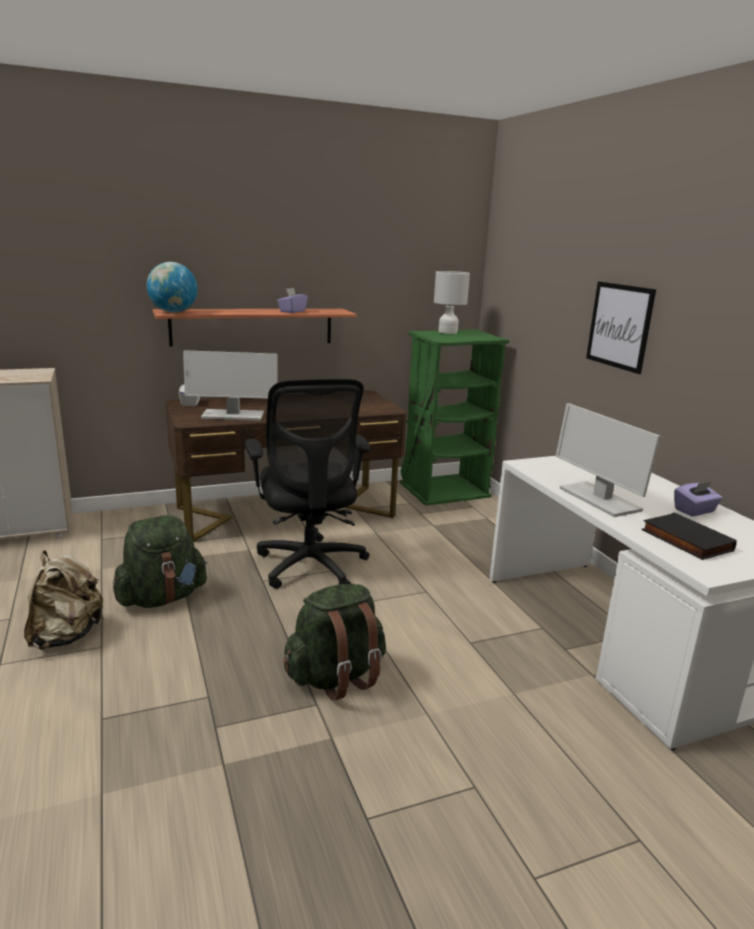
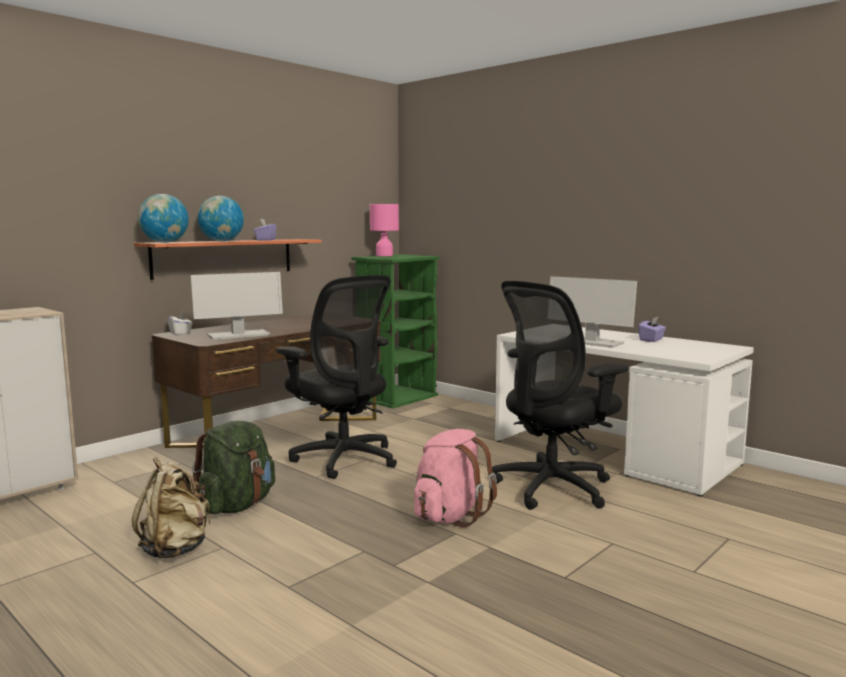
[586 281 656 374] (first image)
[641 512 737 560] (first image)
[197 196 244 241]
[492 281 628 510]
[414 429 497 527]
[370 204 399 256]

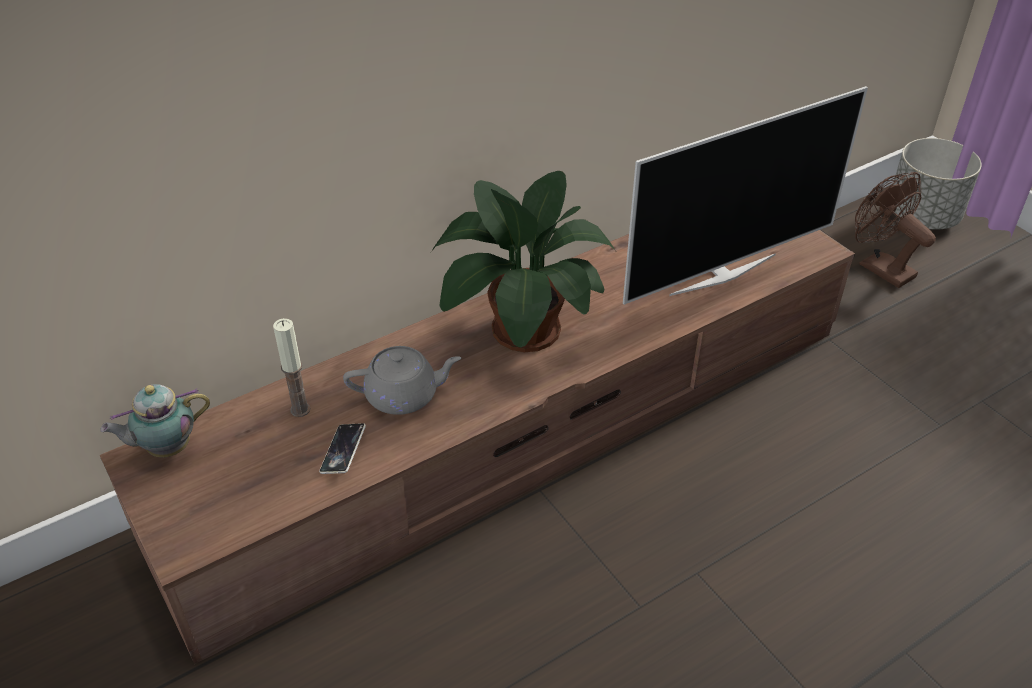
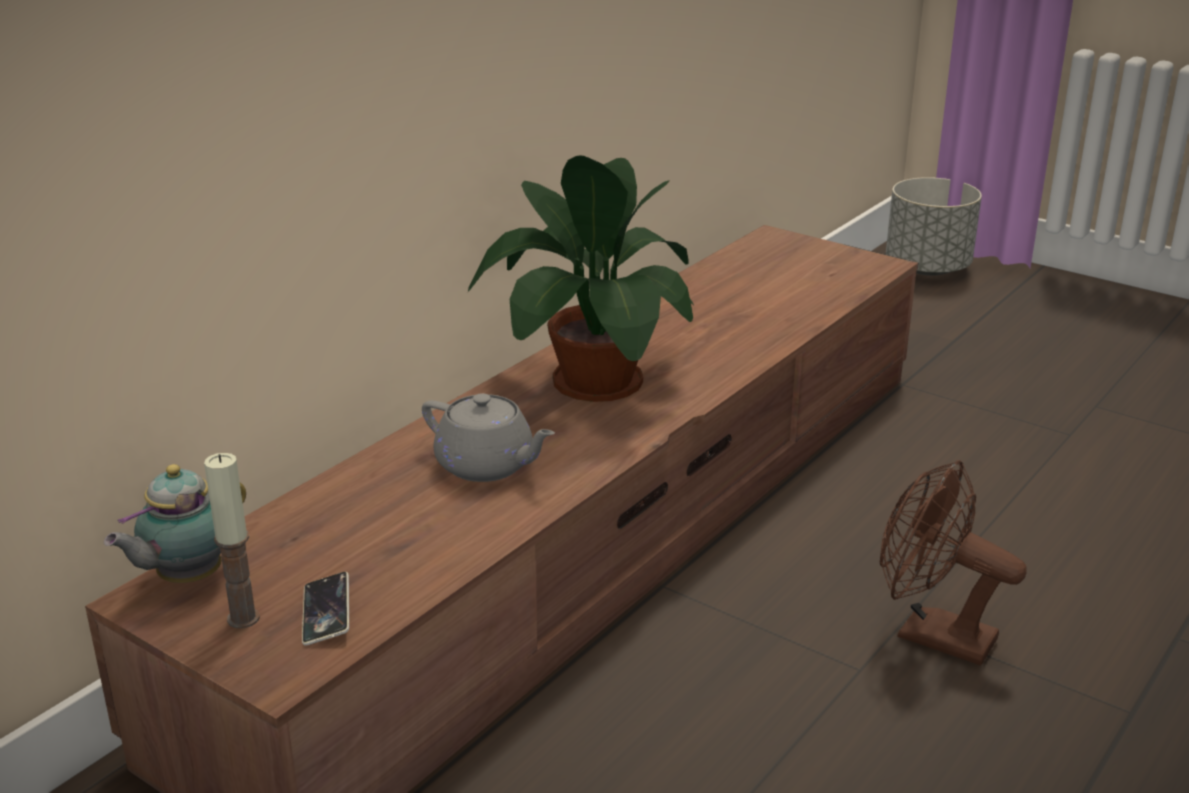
[623 86 868 305] (first image)
[204 453 260 628]
[302 572 349 646]
[880 460 1027 665]
[422 393 555 482]

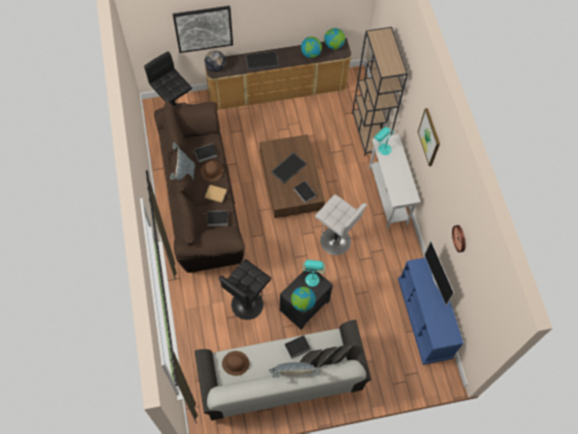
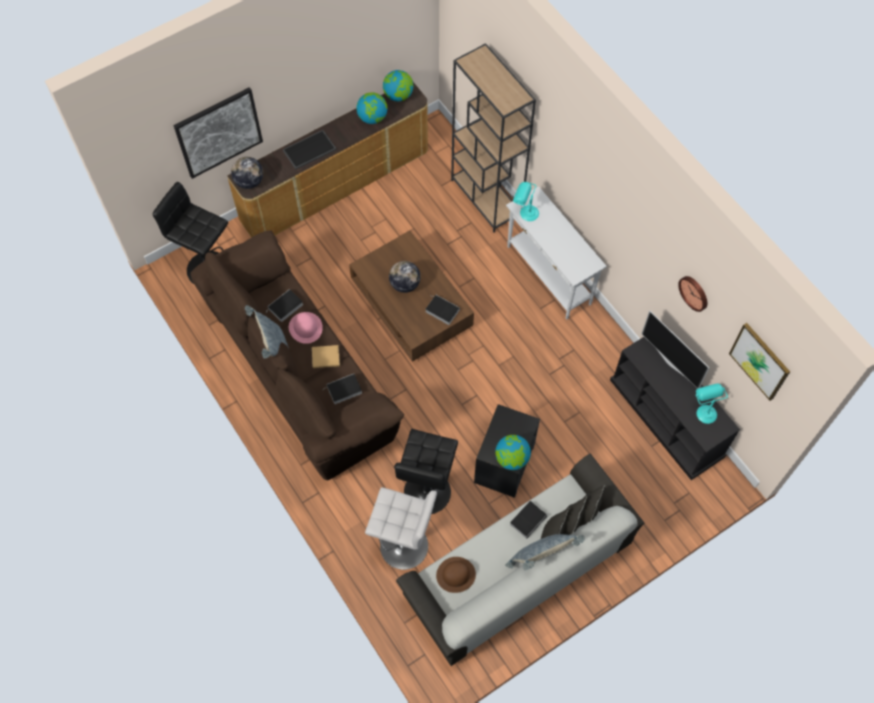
[695 384 728 424]
[365 487 437 570]
[729 323 790 401]
[389 261 421 293]
[289 312 323 344]
[610 337 740 480]

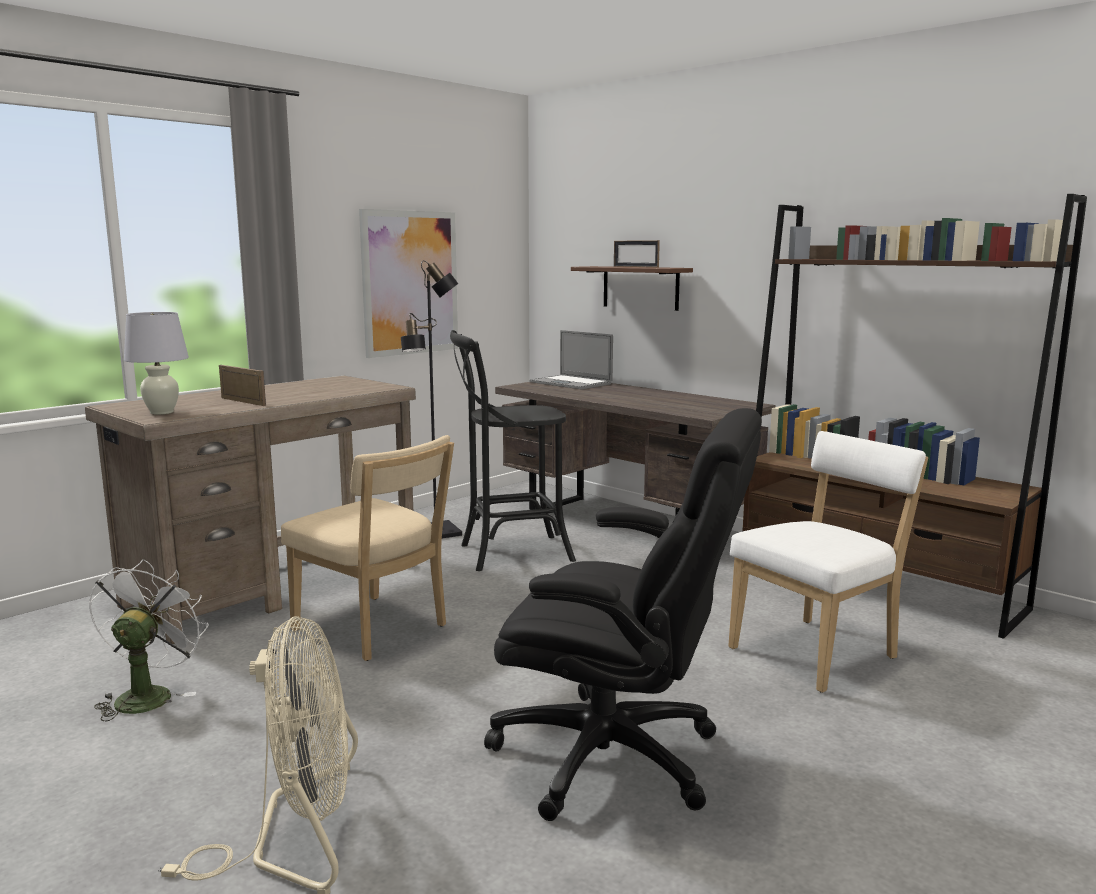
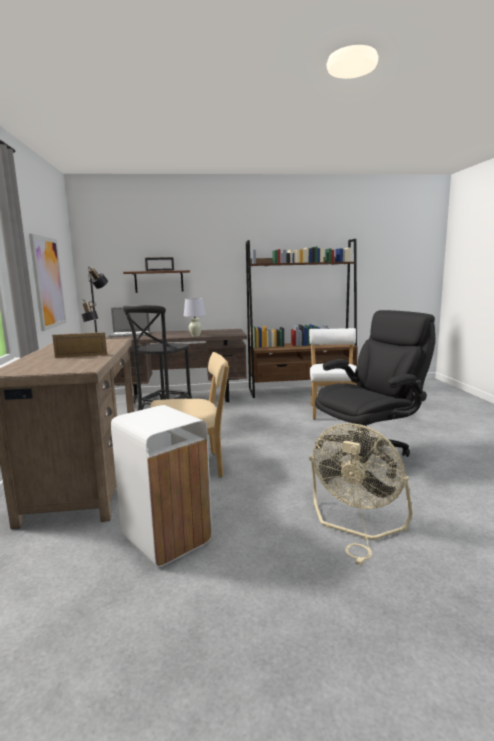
[184 298 206 337]
[111 405 212 567]

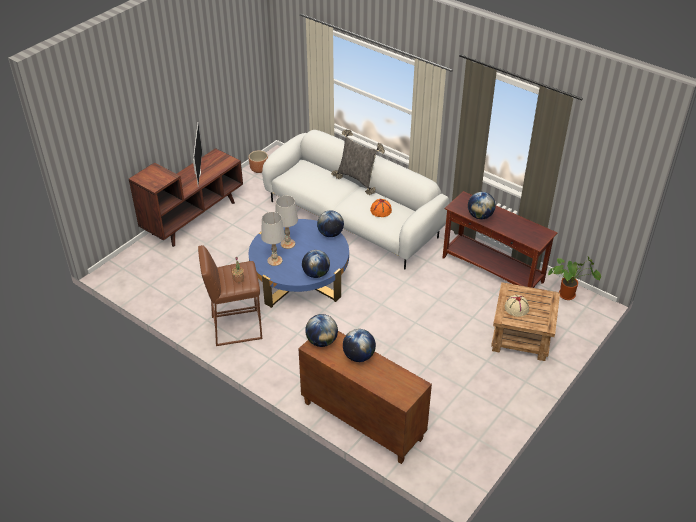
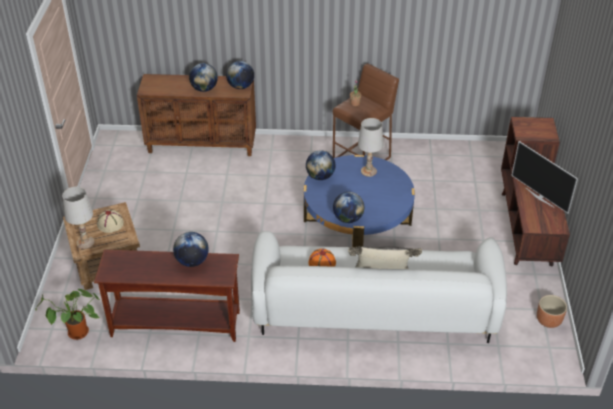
[62 187 94 249]

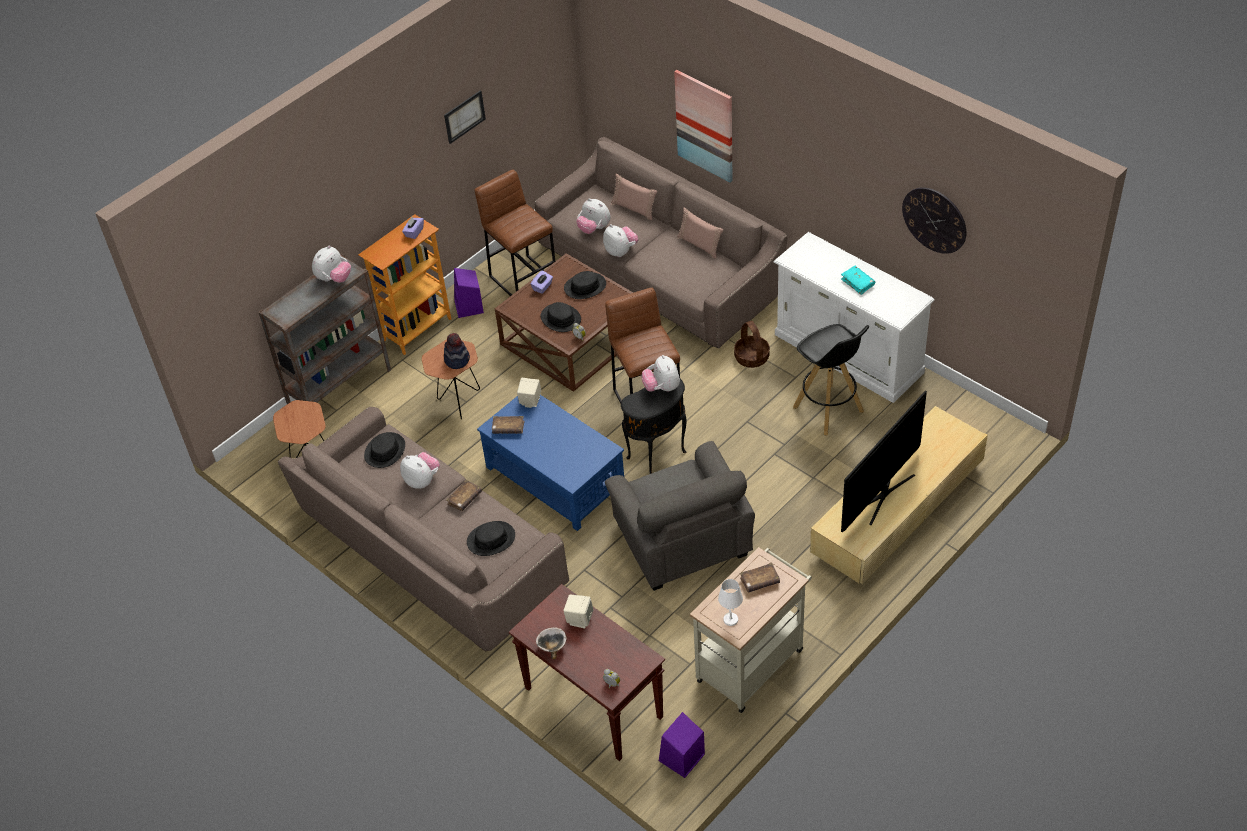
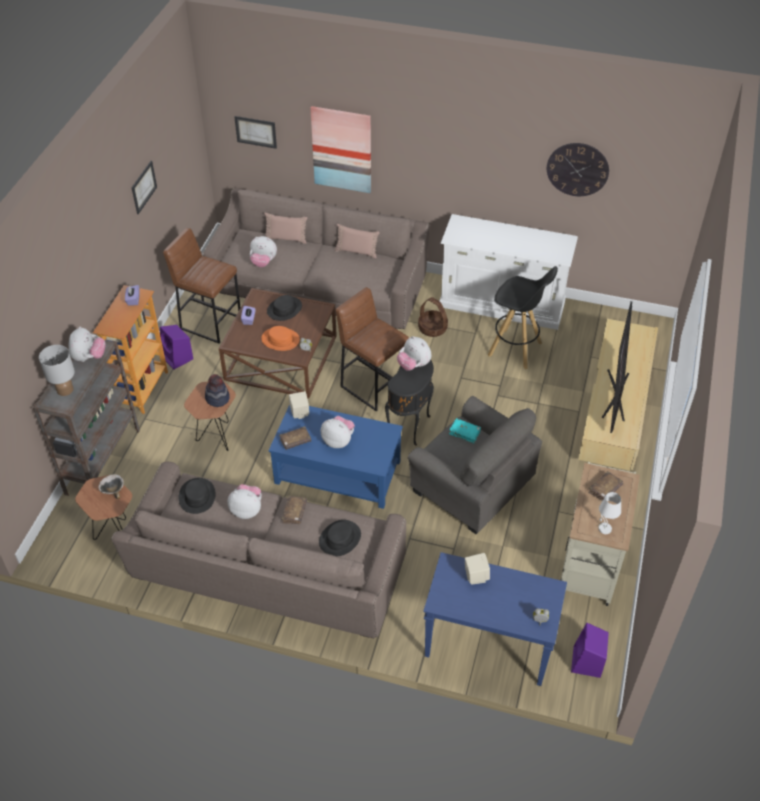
[39 345 75 396]
[234 116 277 149]
[98 474 124 499]
[321 416 355 448]
[449 418 481 444]
[423 552 567 686]
[261 326 300 351]

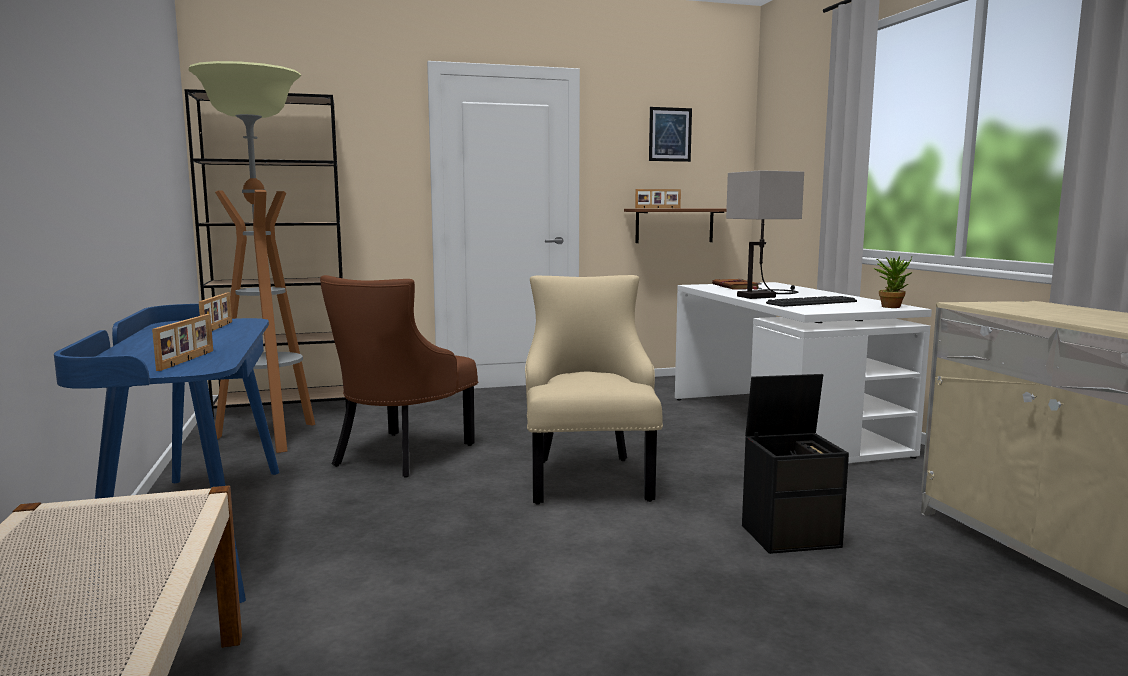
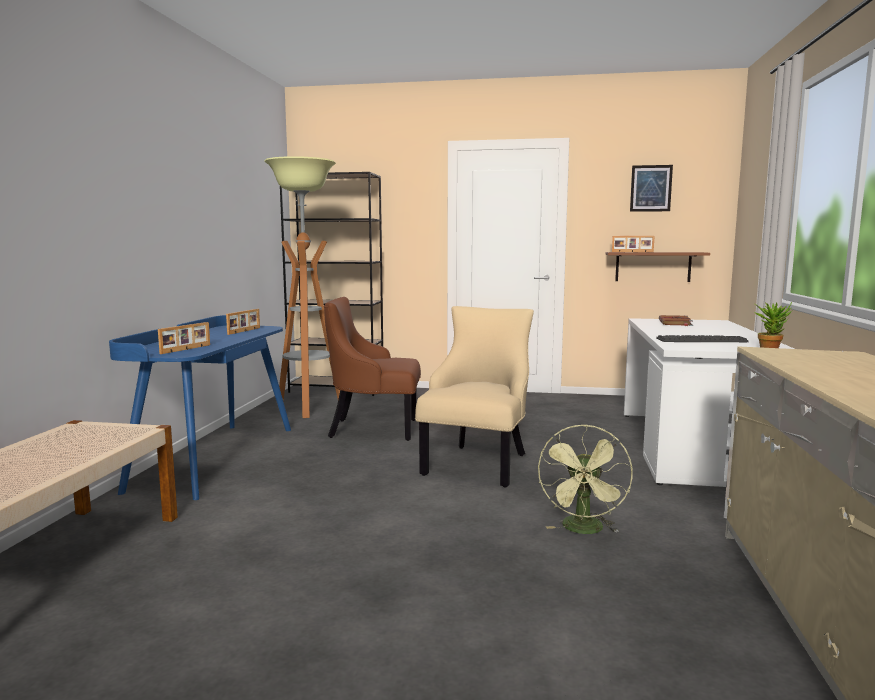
[726 170 804 299] (first image)
[538 424 633 534]
[324 297 421 441]

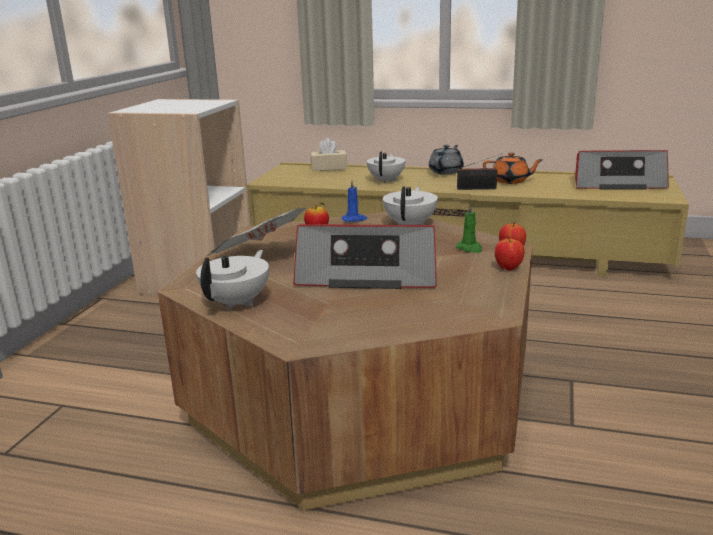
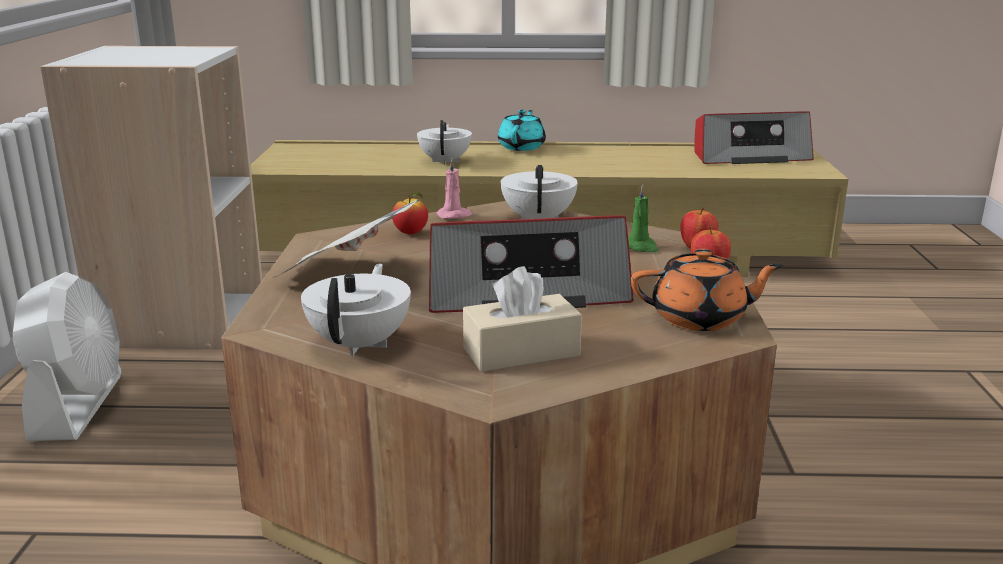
[457 154 501 190] (first image)
[13 272 121 441]
[463 266 582 372]
[631 249 783 331]
[436 158 472 219]
[498 110 546 151]

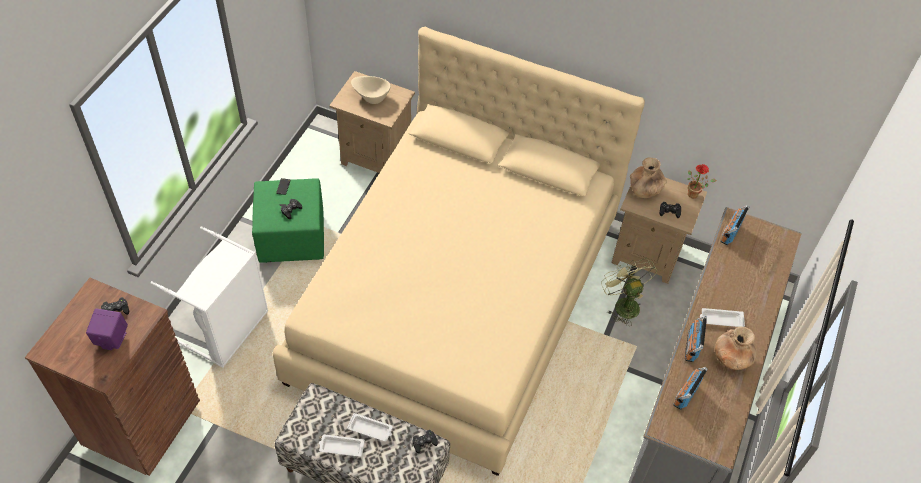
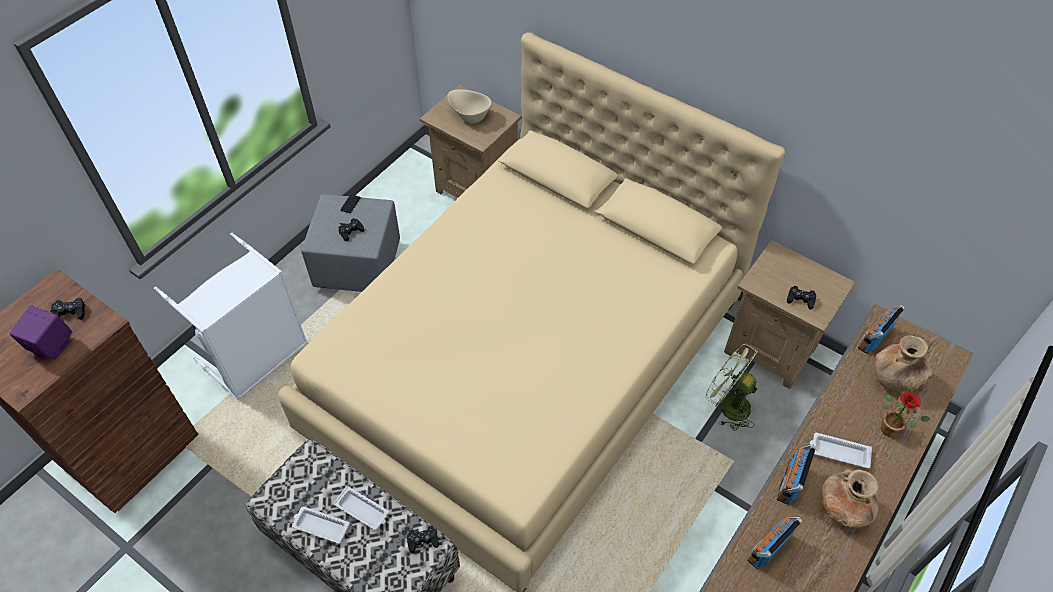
[875 335 932 392]
[881 392 931 436]
[301 194 400 292]
[706 344 759 431]

